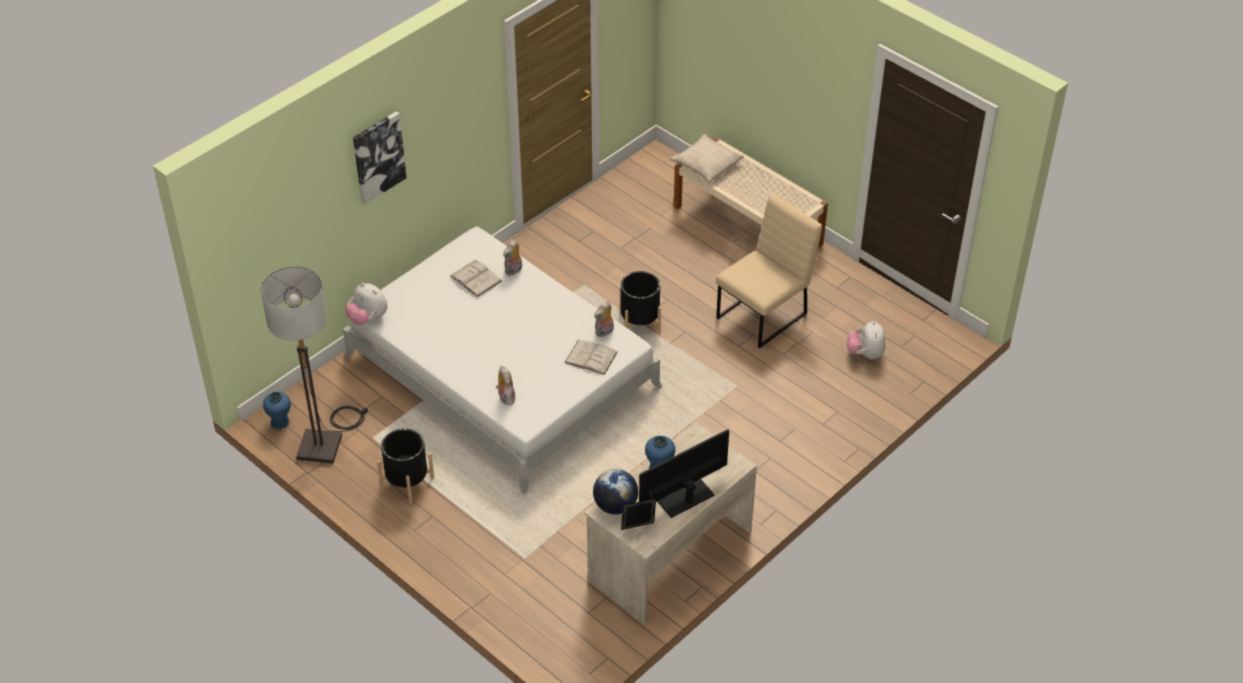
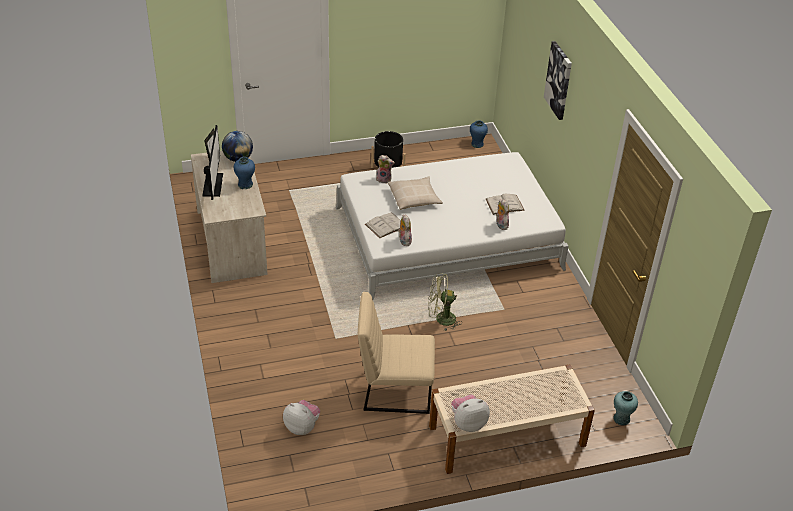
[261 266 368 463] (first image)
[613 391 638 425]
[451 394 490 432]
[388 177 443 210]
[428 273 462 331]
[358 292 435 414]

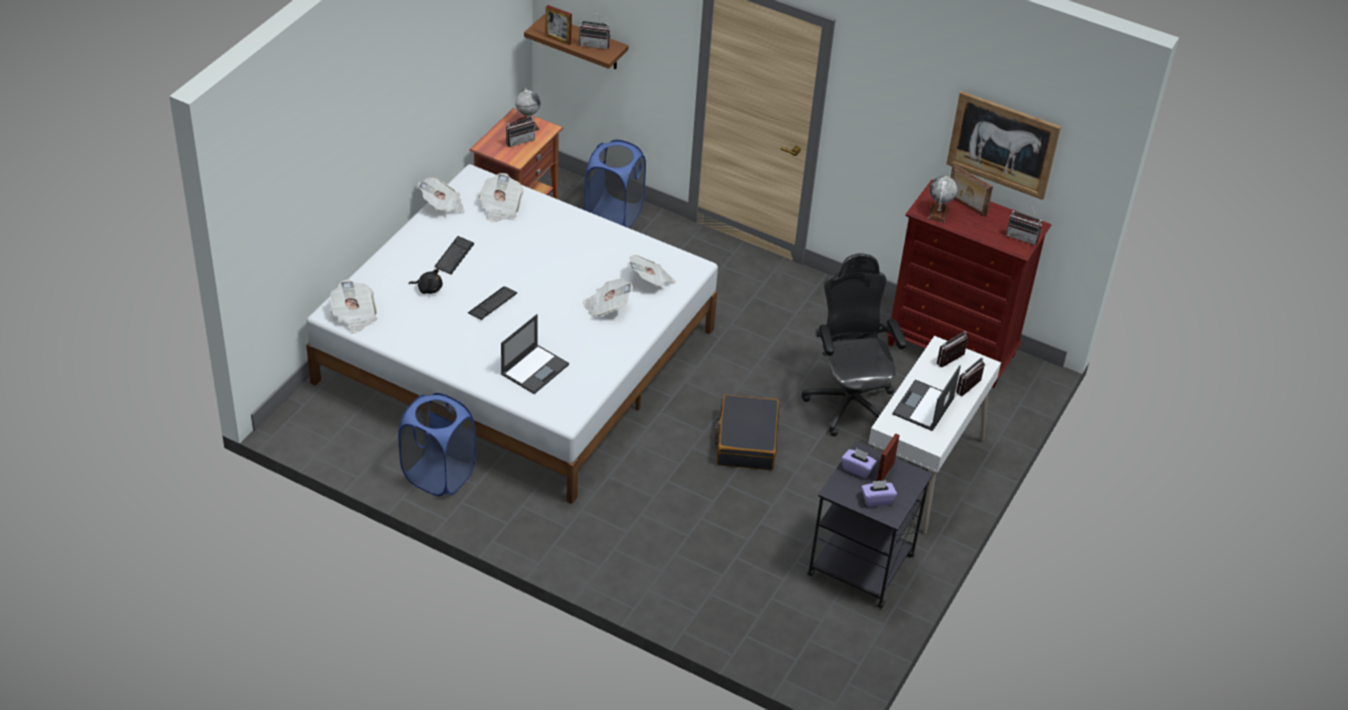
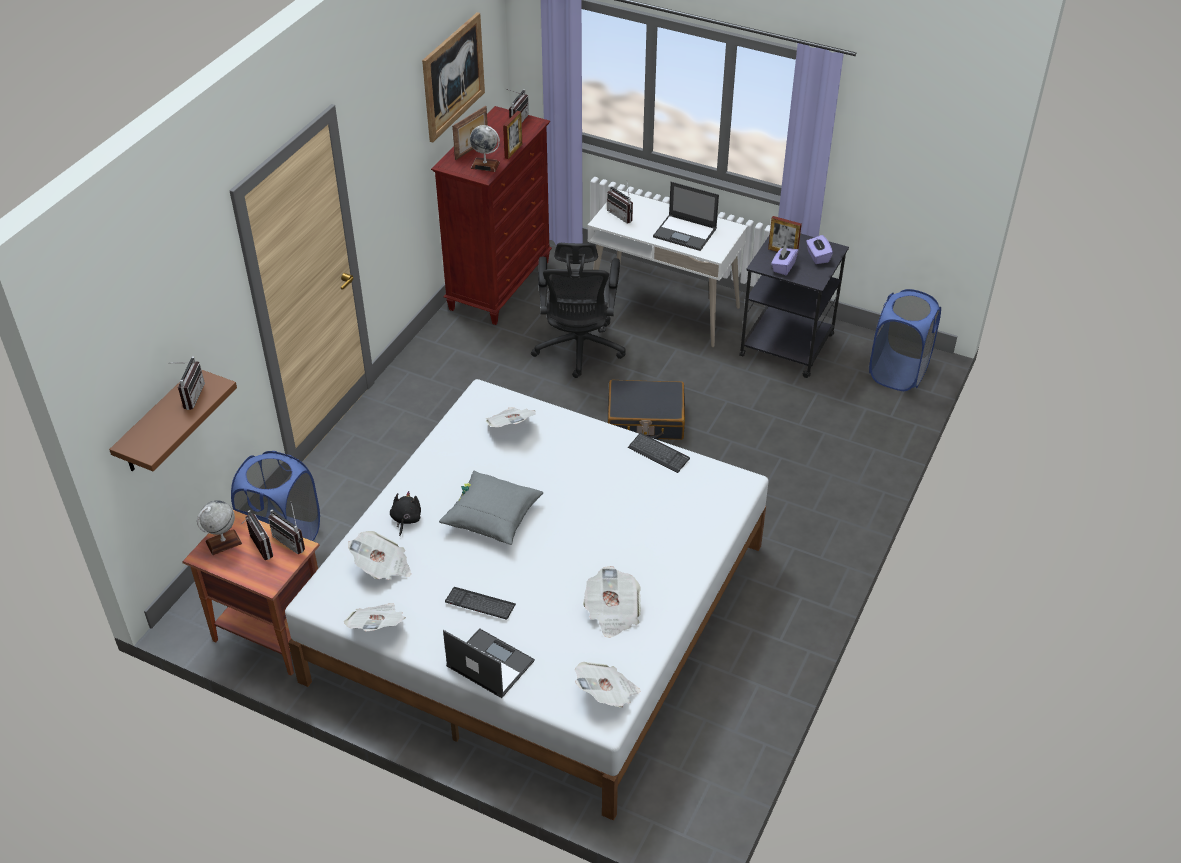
[439 470 543 545]
[869 289 941 391]
[390 491 421 536]
[628 433 690 473]
[443 628 535 698]
[503 111 522 159]
[583 566 641 638]
[268 503 305 554]
[531 243 626 378]

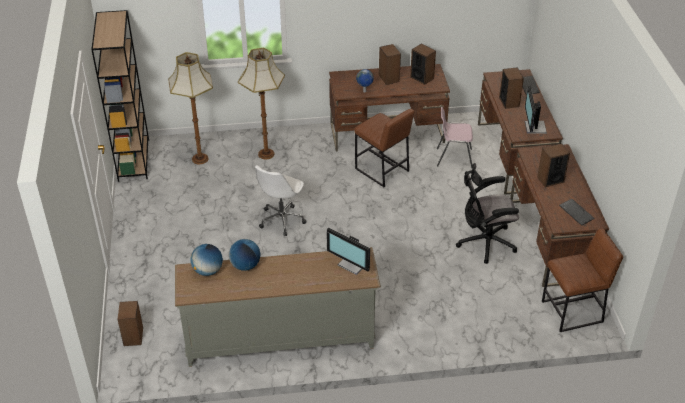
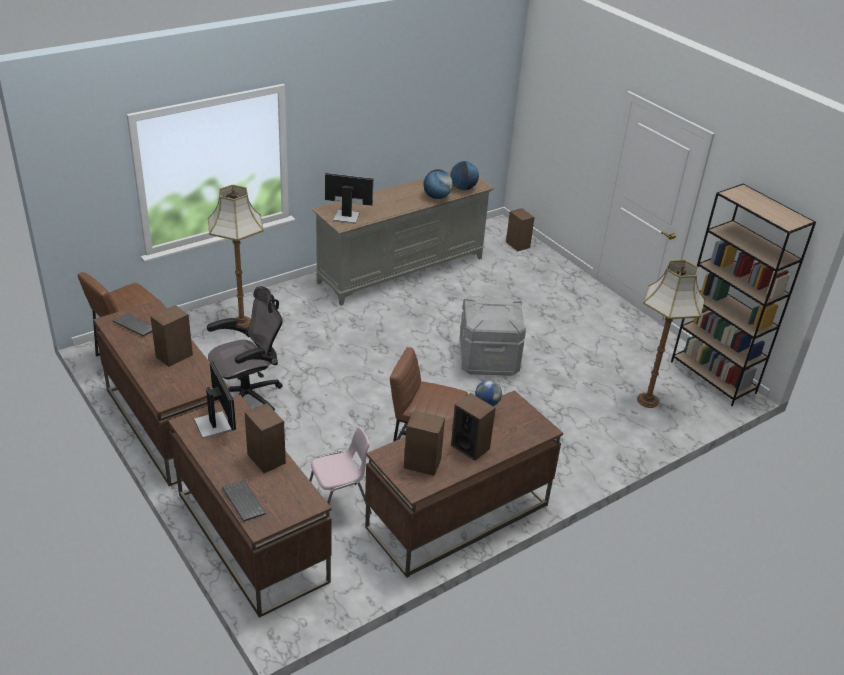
[208 185 264 328]
[459 296 526 376]

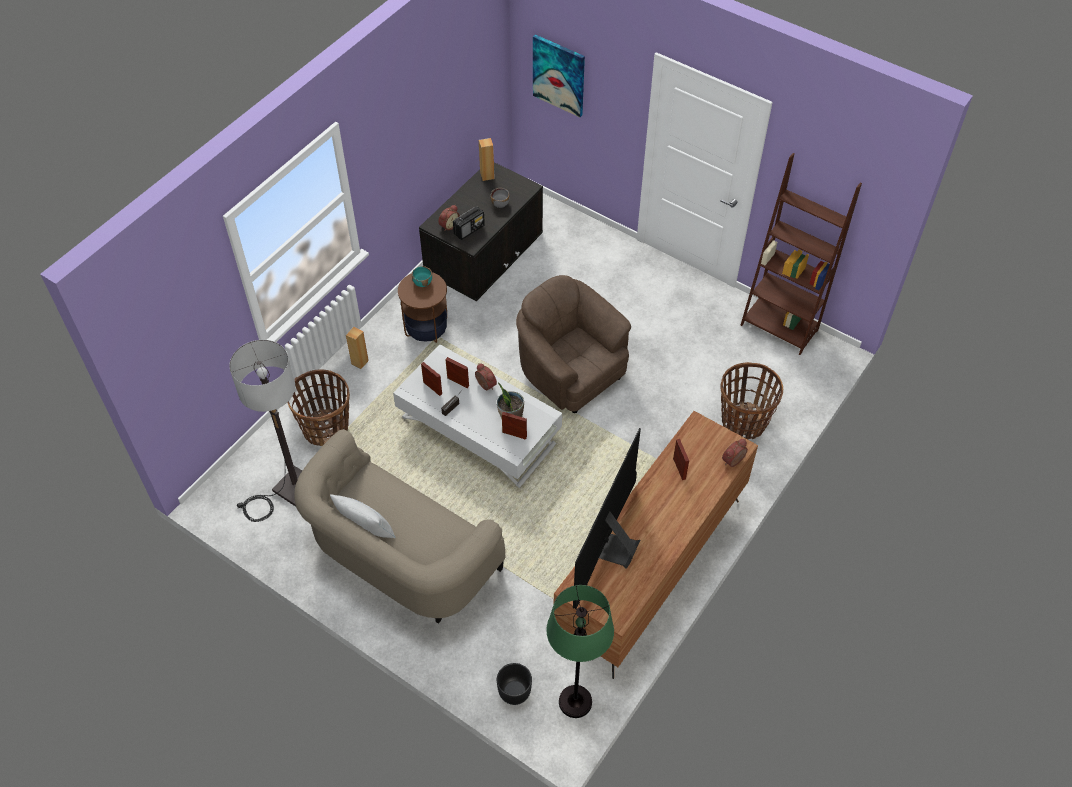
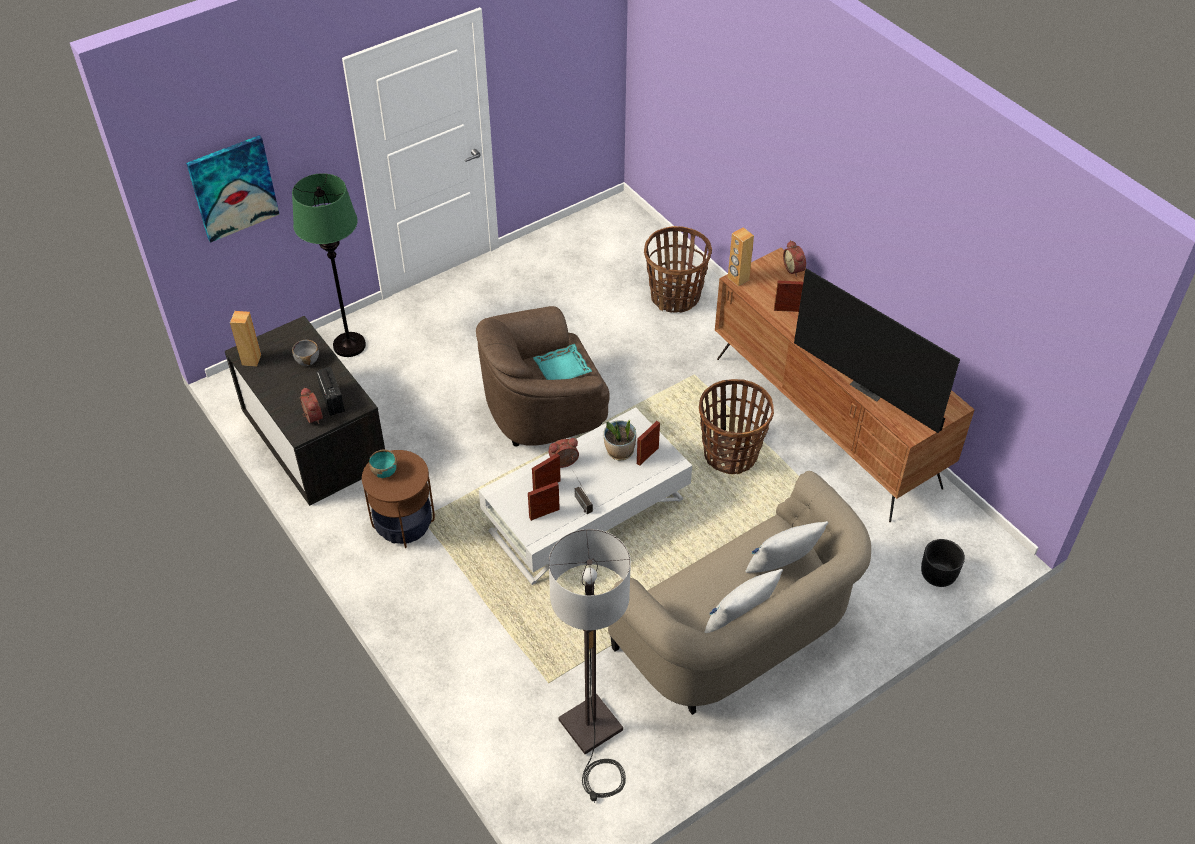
[741 153 862 355] (first image)
[533 344 592 380]
[745 521 828 573]
[699 379 774 474]
[728 227 754 286]
[292 173 366 357]

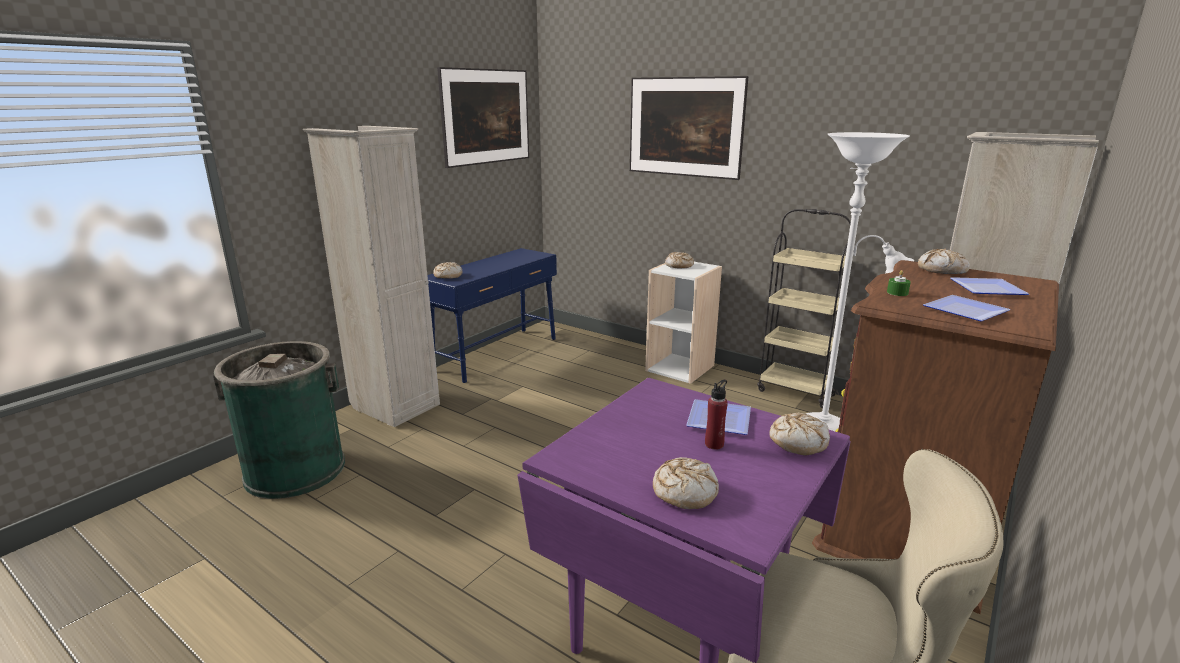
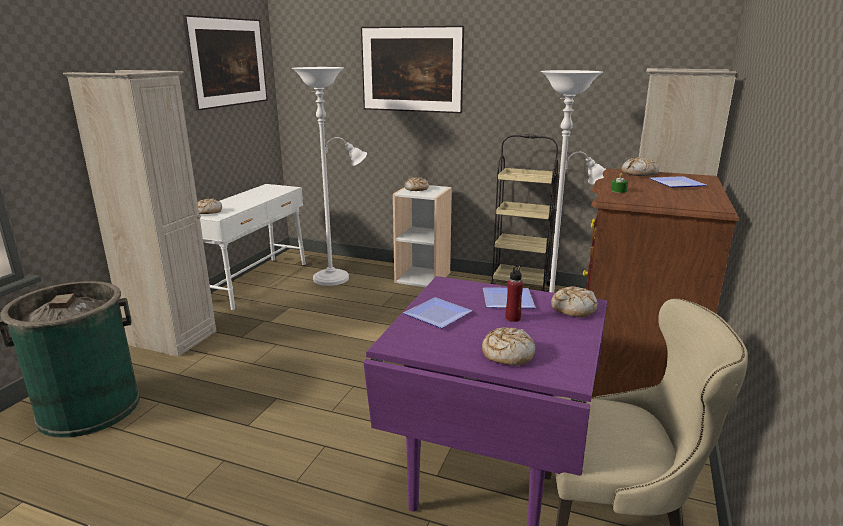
[292 67 367 286]
[404 297 473 328]
[199 184 306 310]

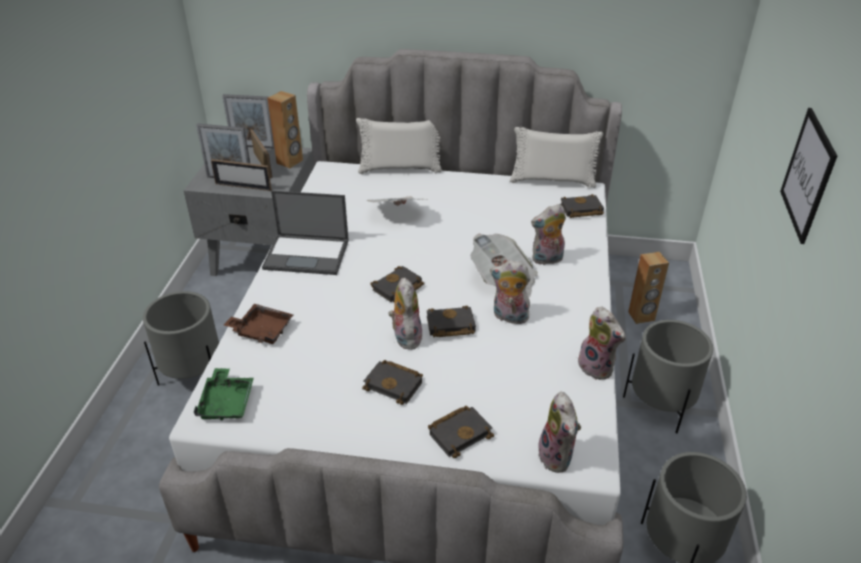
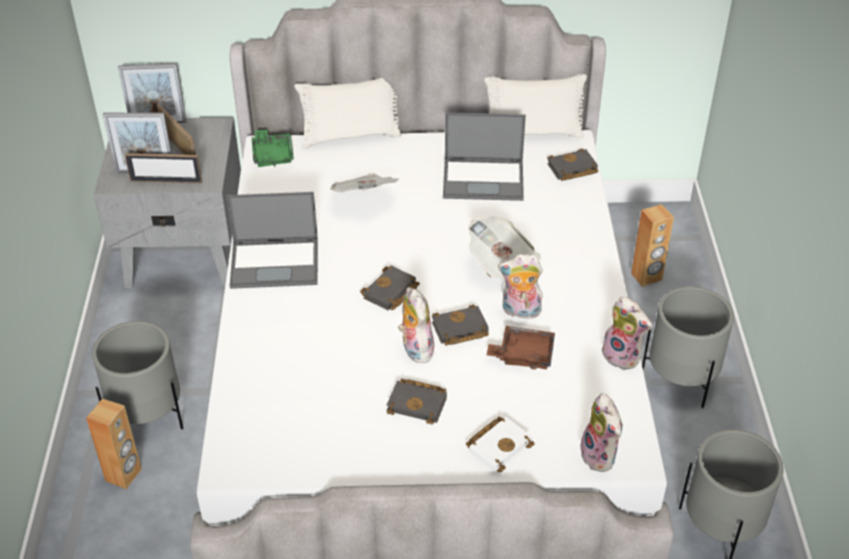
[531 204 566 265] (first image)
[780 108 837 244] (first image)
[443 113 526 201]
[251 130 294 167]
[487 326 555 369]
[86 399 142 489]
[466 417 535 472]

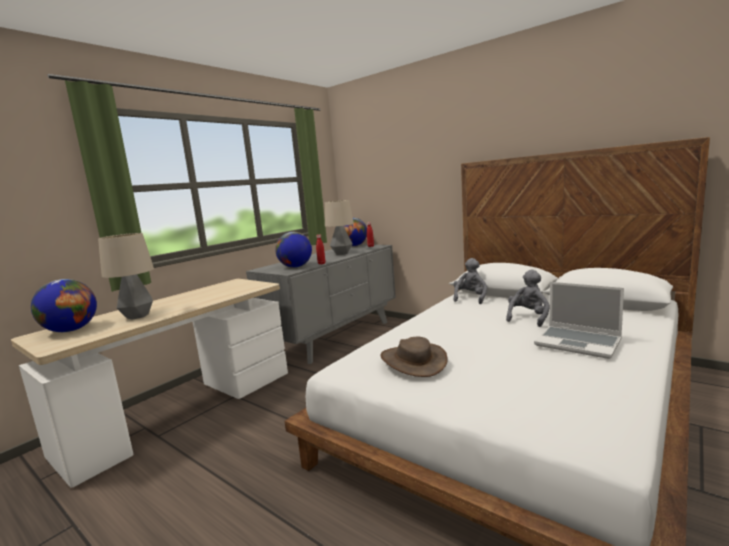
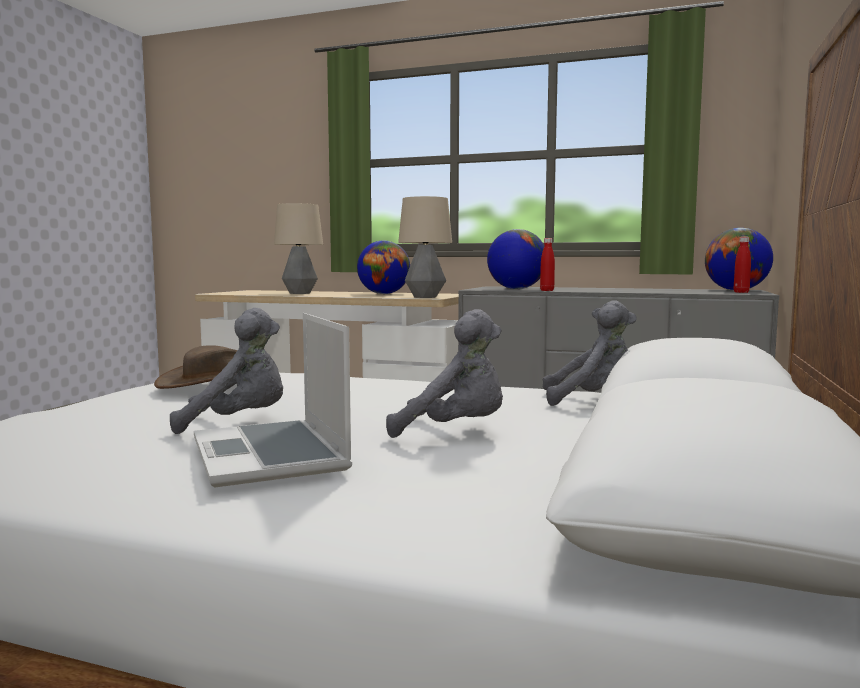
[170 308 283 434]
[357 240 410 294]
[398 196 452 298]
[194 313 352 488]

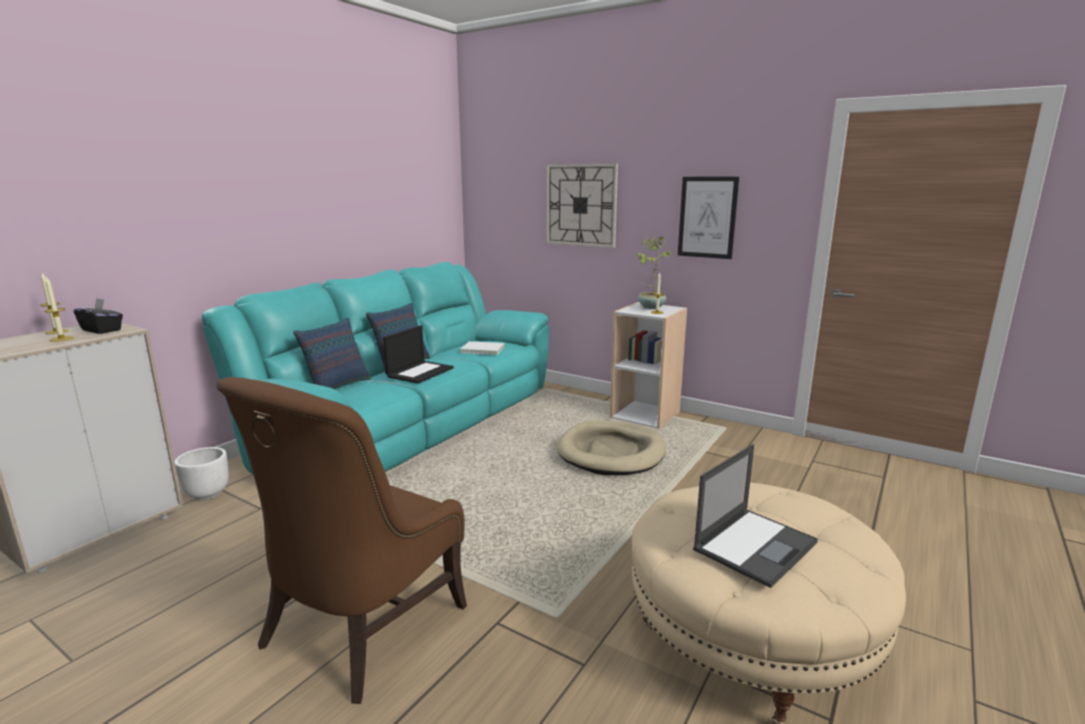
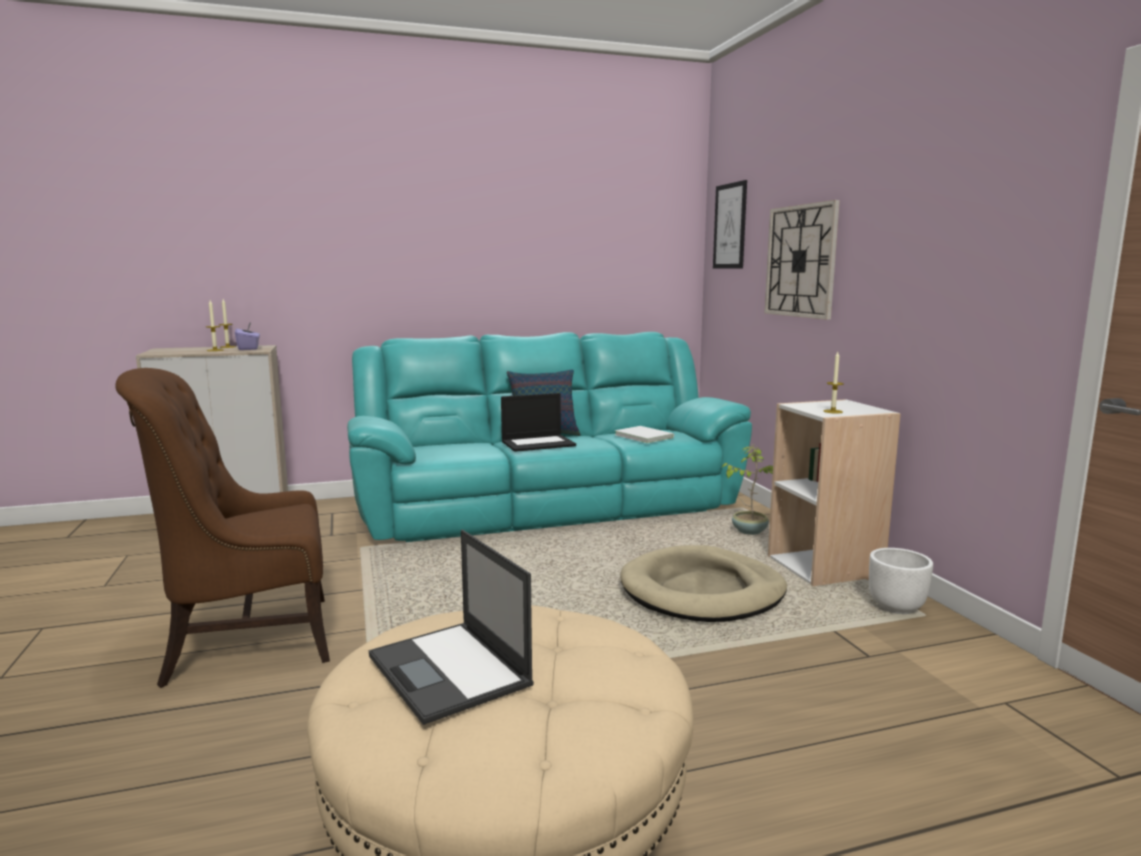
[293 318 371 389] (first image)
[869 548 933 614]
[721 446 773 535]
[713 180 747 269]
[235 323 260 350]
[369 530 534 725]

